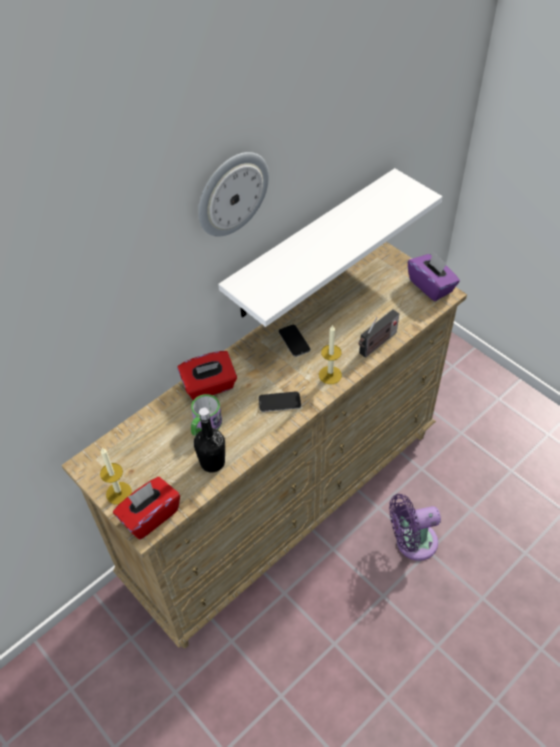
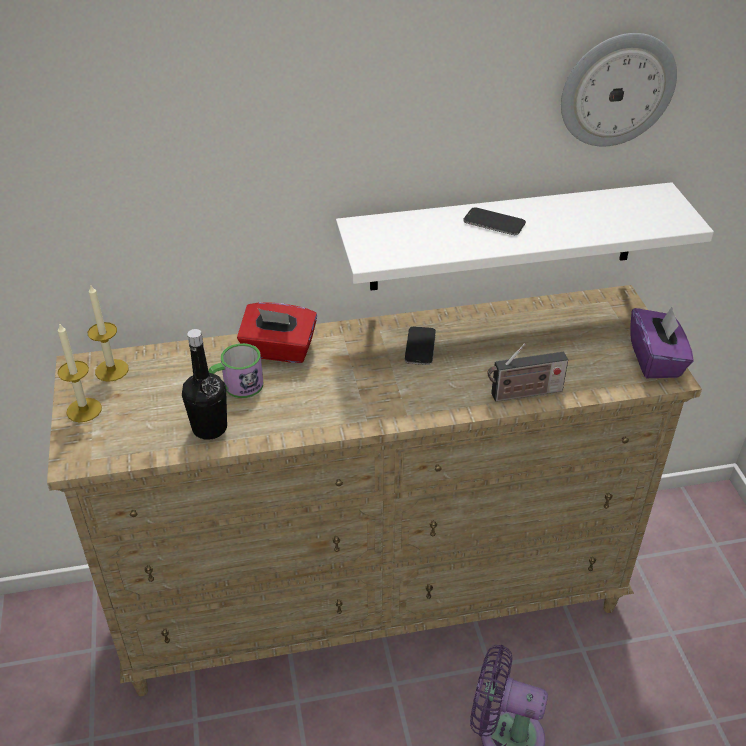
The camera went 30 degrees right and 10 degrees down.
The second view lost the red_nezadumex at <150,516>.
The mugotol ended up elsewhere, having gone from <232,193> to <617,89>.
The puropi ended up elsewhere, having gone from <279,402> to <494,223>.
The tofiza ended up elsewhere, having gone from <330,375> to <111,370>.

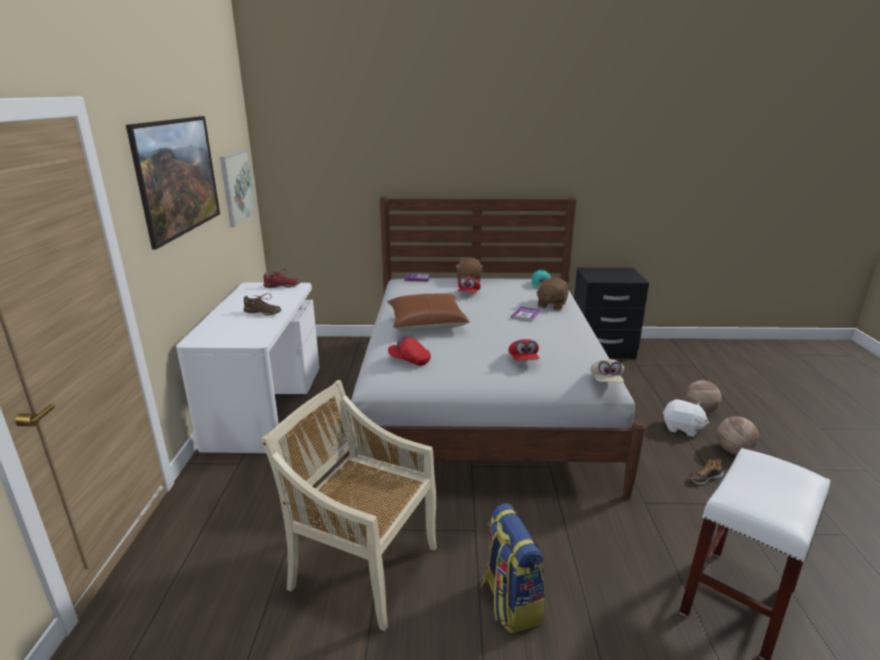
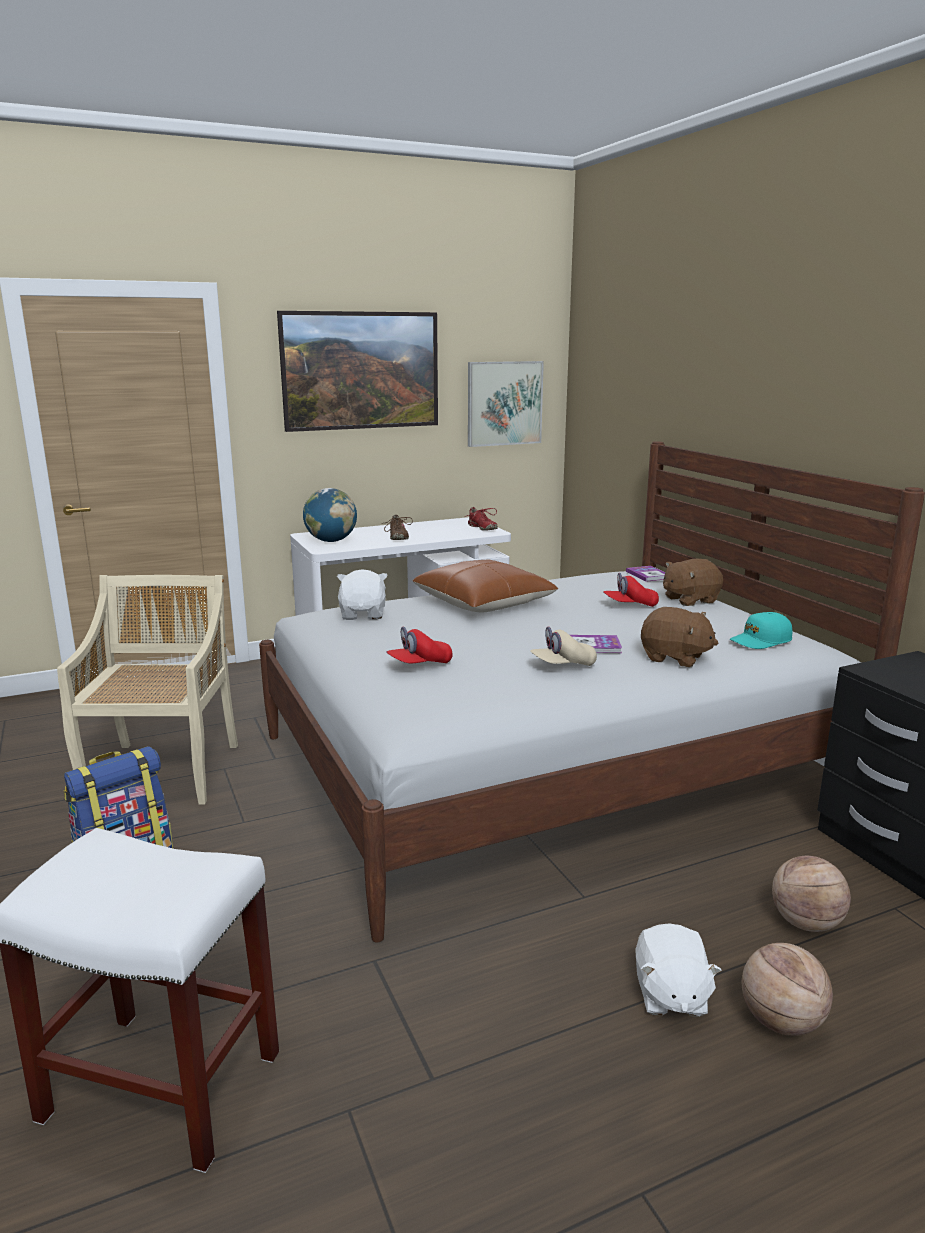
The camera went 65 degrees right and 5 degrees down.
The second view lost the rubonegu at <704,478>.
The second view gained the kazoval at <331,541>.
The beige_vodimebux ended up elsewhere, having gone from <606,381> to <563,665>.
The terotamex ended up elsewhere, having gone from <733,450> to <805,923>.
Where the red_vodimebux stood at <409,360>, the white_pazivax came to stand at <363,614>.
The brown_pazivax at <551,305> ended up facing another way, 150 degrees counterclockwise from before.

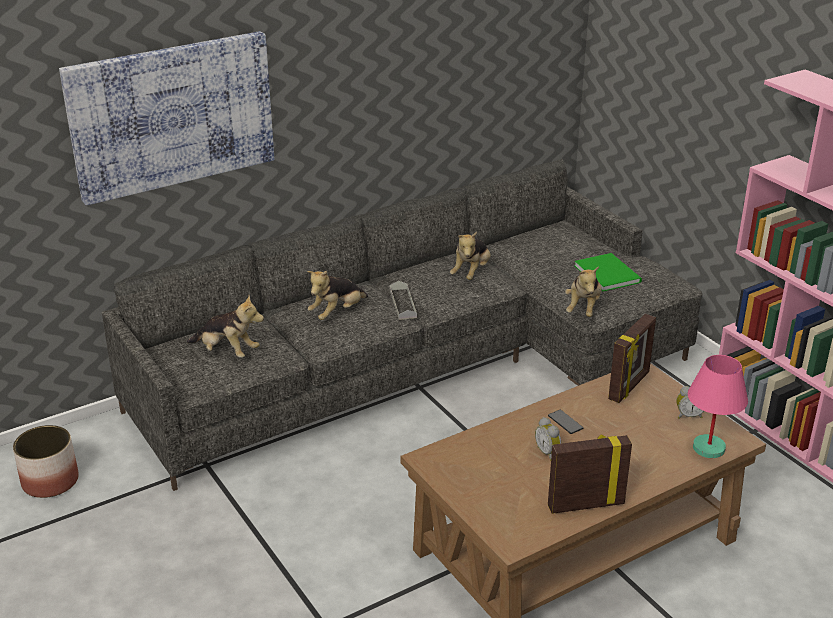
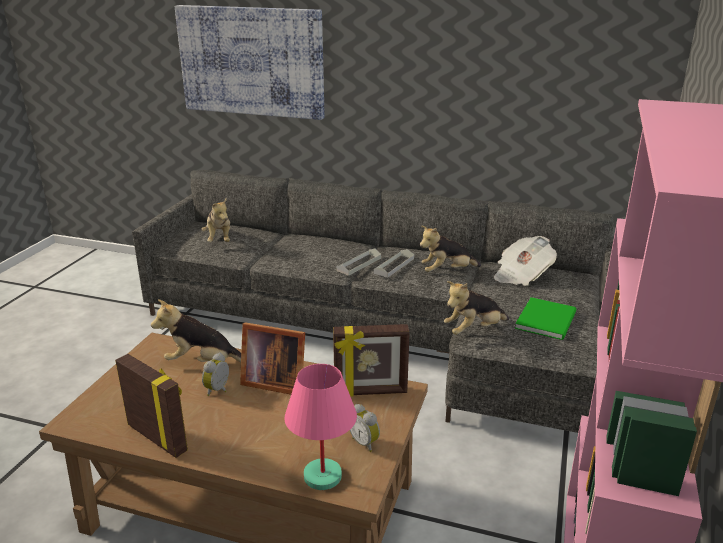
The camera went 50 degrees right and 5 degrees down.
The second view lost the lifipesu at <50,481>.
The second view gained the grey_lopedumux at <394,266>.
The second view gained the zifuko at <521,275>.
The pazivax ended up elsewhere, having gone from <337,313> to <203,363>.
Where the puropi stood at <565,422>, the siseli came to stand at <273,381>.

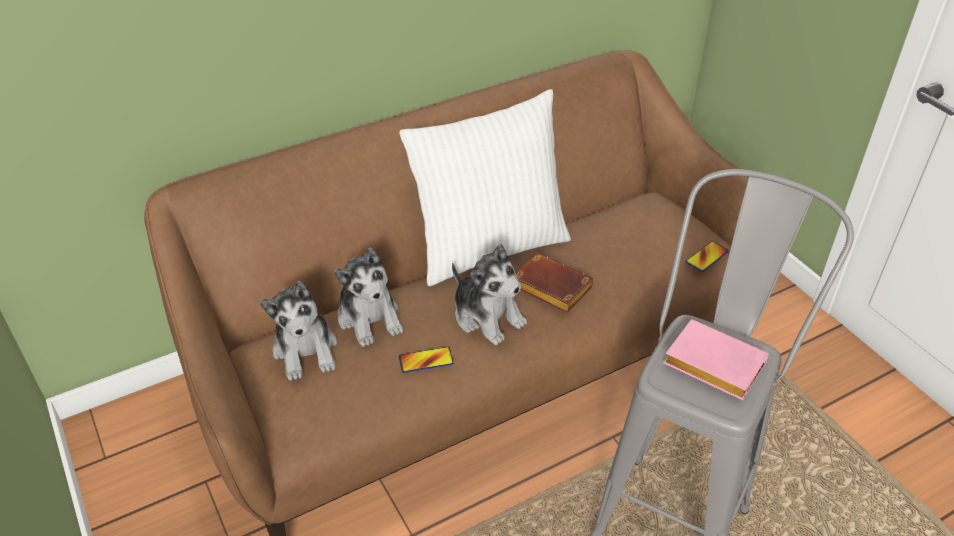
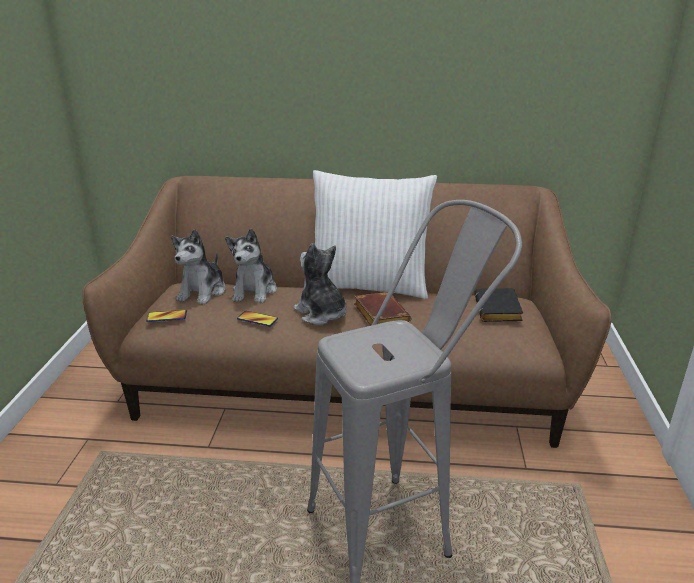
The camera went 35 degrees right and 15 degrees down.
The second view lost the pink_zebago at <710,365>.
The second view gained the black_zebago at <499,311>.
The puropi ended up elsewhere, having gone from <707,257> to <167,316>.
The pazivax at <487,316> ended up facing another way, 150 degrees clockwise from before.

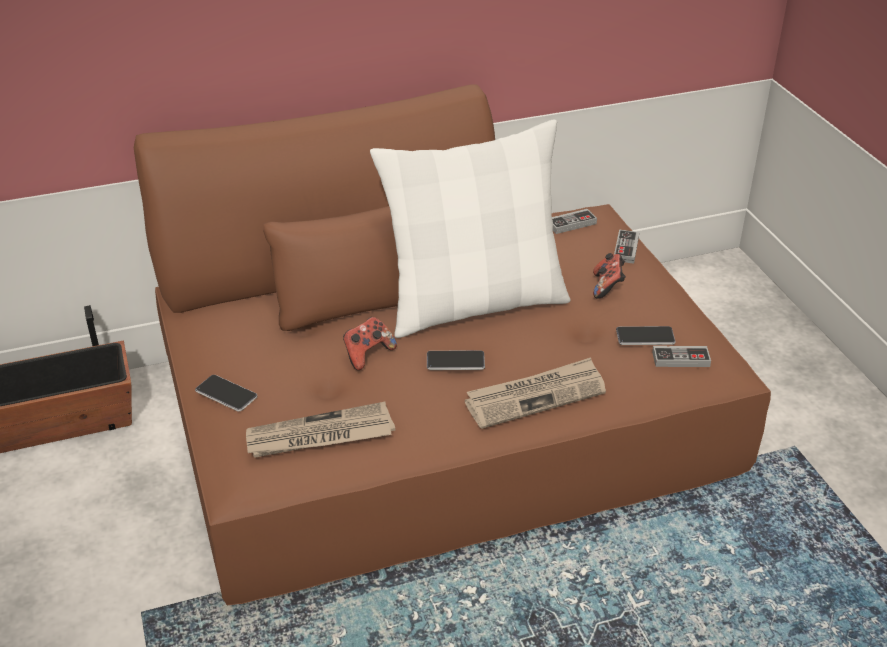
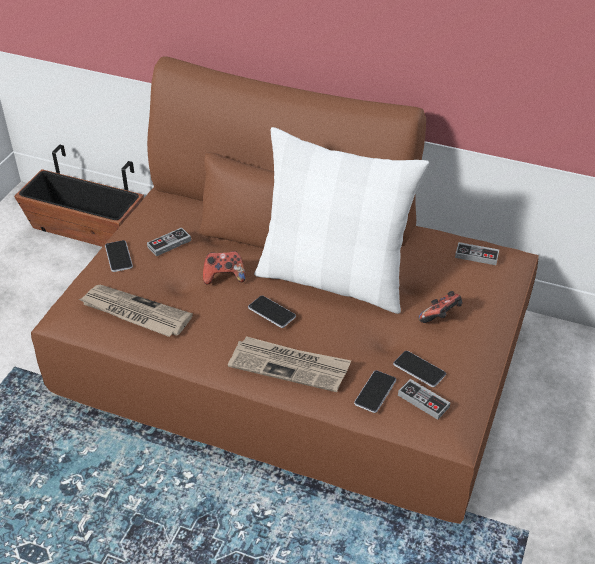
The camera went 40 degrees right and 5 degrees up.
The second view gained the puropi at <375,392>.
The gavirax ended up elsewhere, having gone from <626,249> to <169,244>.

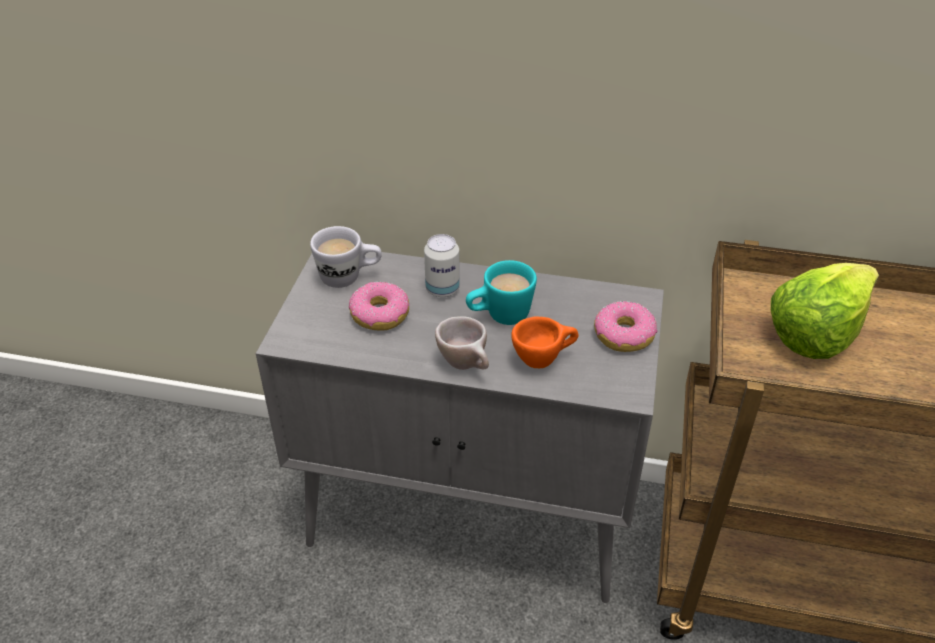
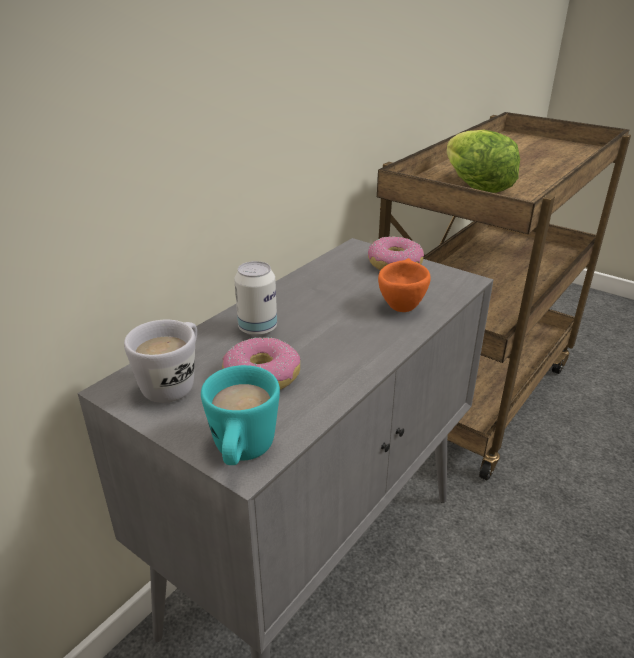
The camera went 65 degrees left and 10 degrees down.
The second view lost the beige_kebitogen at <467,365>.
The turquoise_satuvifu ended up elsewhere, having gone from <499,316> to <242,454>.

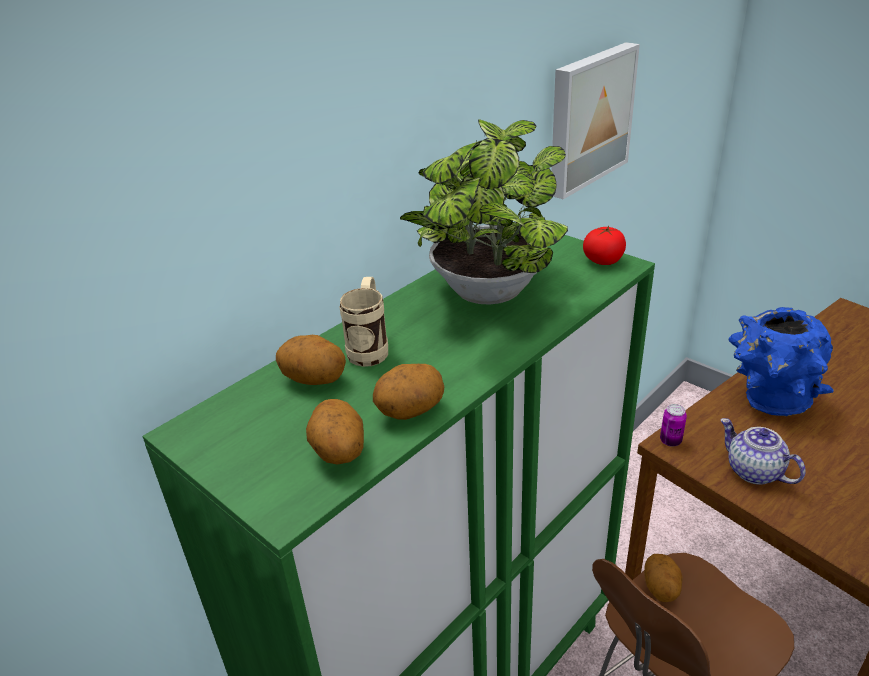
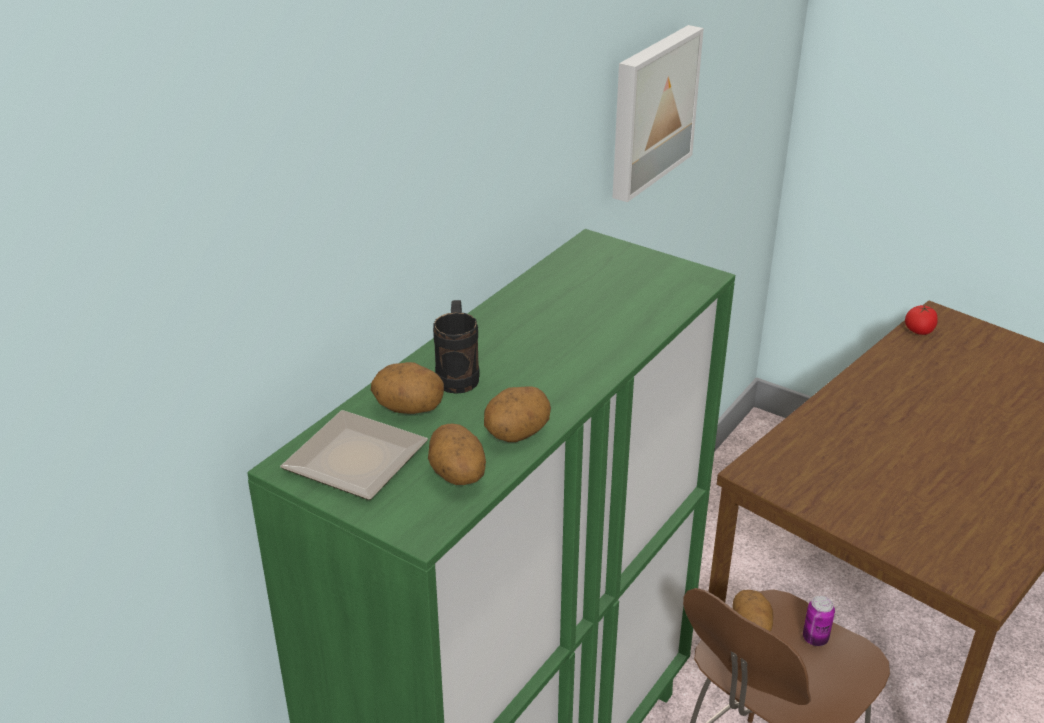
The camera went 10 degrees left and 0 degrees up.
The second view lost the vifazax at <486,296>.
The second view lost the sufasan at <753,471>.
The second view lost the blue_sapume at <768,402>.
The second view gained the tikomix at <357,463>.
The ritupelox ended up elsewhere, having gone from <603,261> to <919,331>.
The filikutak ended up elsewhere, having gone from <670,441> to <815,638>.
What was the beige_satuvifu at <370,348> turned into the black_satuvifu at <458,374>.

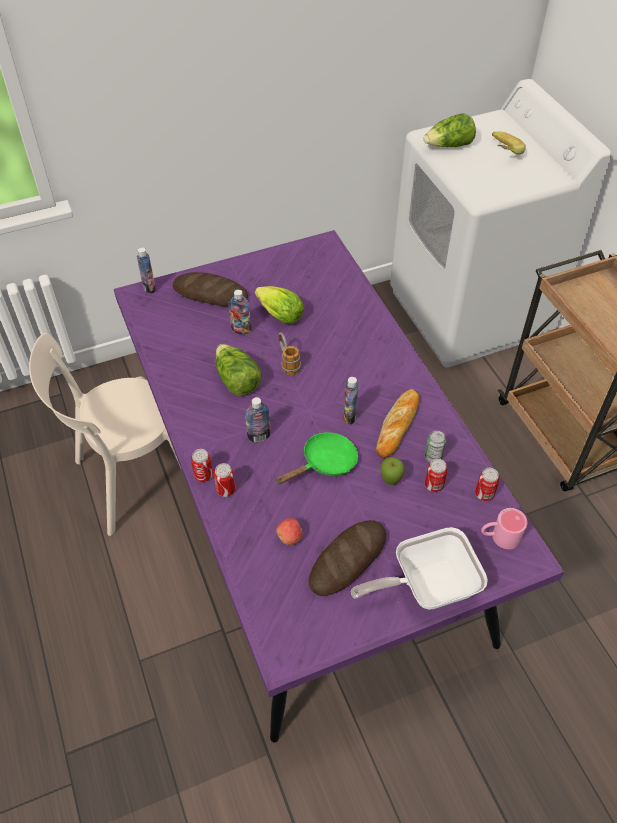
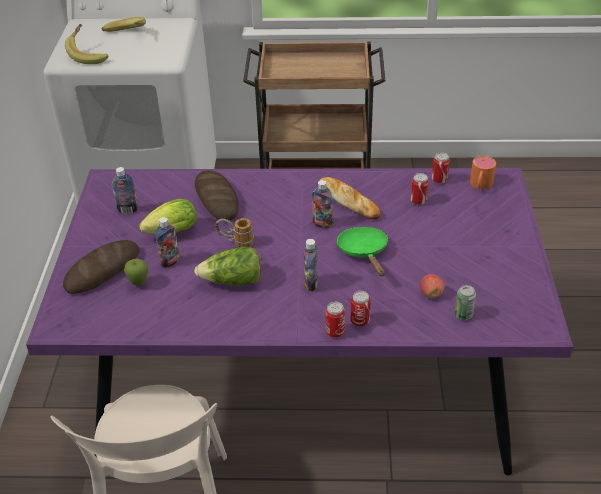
The camera went 65 degrees left and 10 degrees down.
The second view lost the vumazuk at <426,586>.
The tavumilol ended up elsewhere, having gone from <149,287> to <128,210>.
The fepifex ended up elsewhere, having gone from <347,560> to <217,199>.
The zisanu ended up elsewhere, having gone from <390,481> to <139,284>.
The filikutak ended up elsewhere, having gone from <433,457> to <463,315>.
Where the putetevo stood at <449,146>, the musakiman came to stand at <89,55>.
What was the pink_satuvifu at <499,537> turned into the orange_satuvifu at <480,185>.

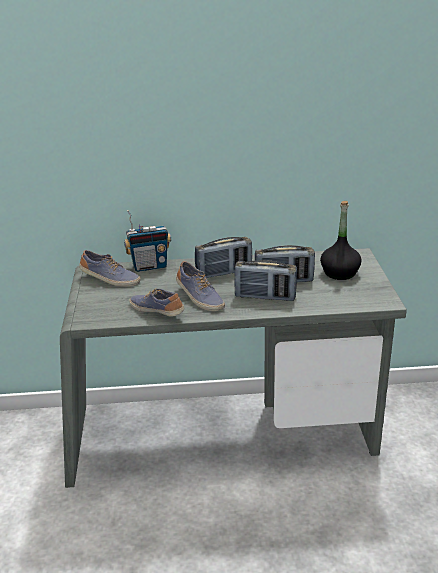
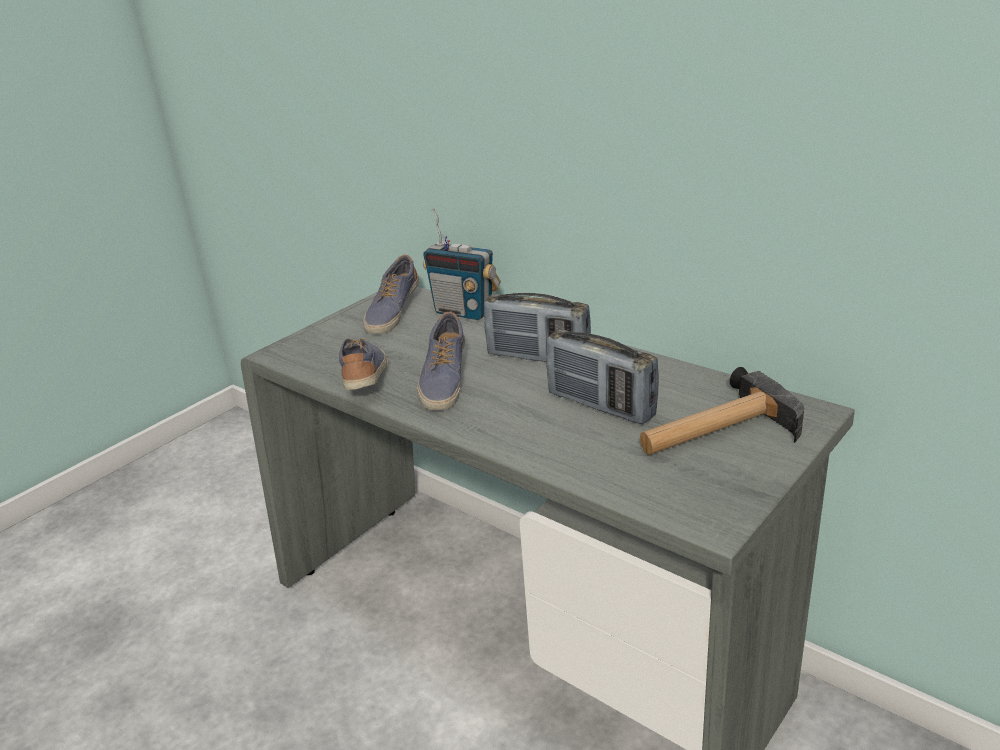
The camera went 45 degrees right and 0 degrees up.
The second view lost the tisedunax at <265,297>.
Where the black_tavumilol stood at <339,273>, the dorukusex came to stand at <716,431>.
The rubonegu at <110,280> ended up facing another way, 45 degrees clockwise from before.

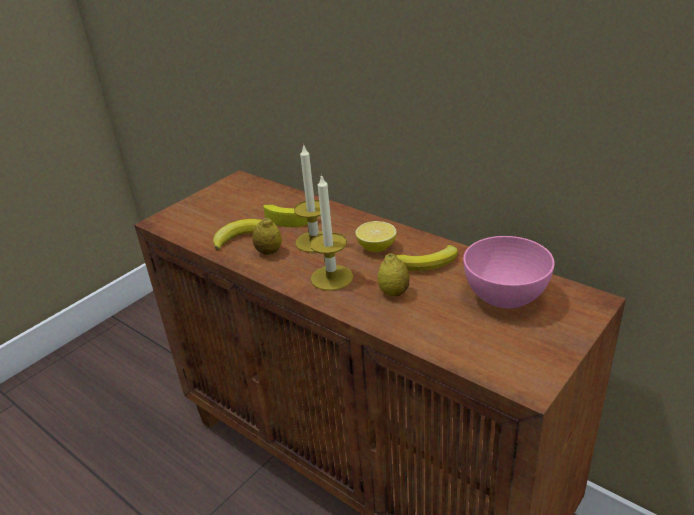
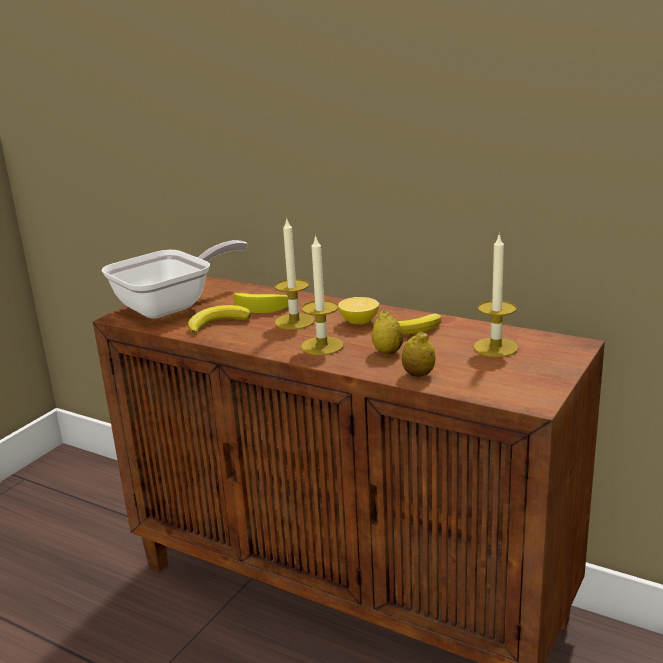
The camera went 10 degrees left and 10 degrees down.
The second view gained the vumazuk at <172,305>.
The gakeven ended up elsewhere, having gone from <269,252> to <418,374>.
Where the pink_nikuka stood at <505,297>, the tofiza came to stand at <495,347>.

